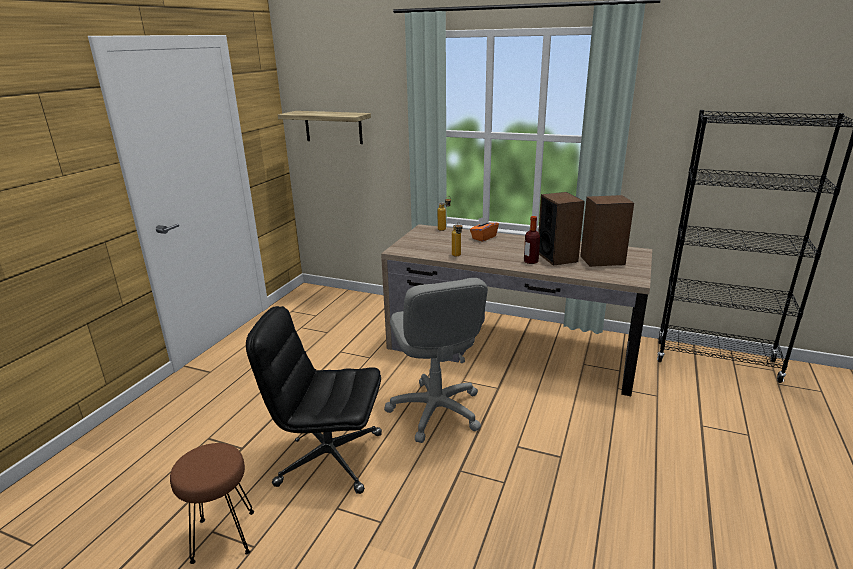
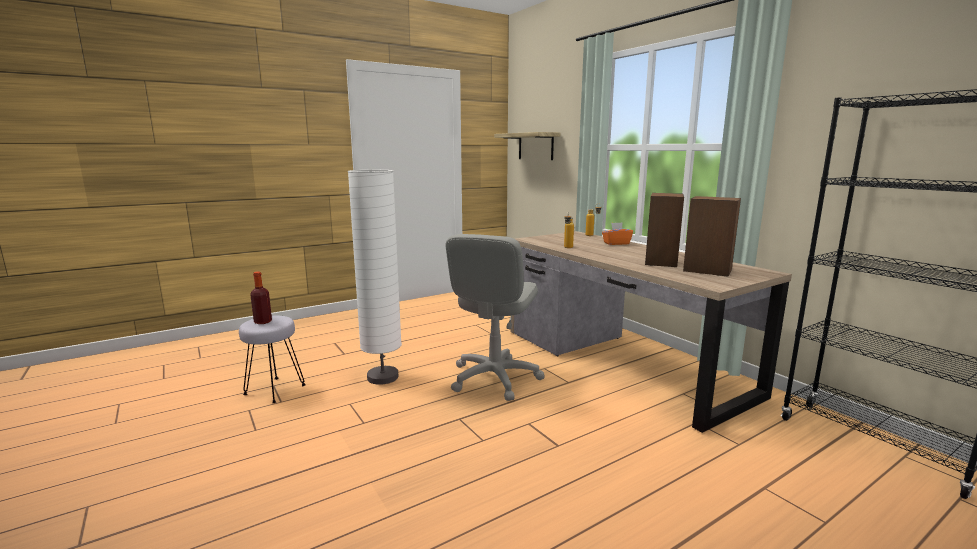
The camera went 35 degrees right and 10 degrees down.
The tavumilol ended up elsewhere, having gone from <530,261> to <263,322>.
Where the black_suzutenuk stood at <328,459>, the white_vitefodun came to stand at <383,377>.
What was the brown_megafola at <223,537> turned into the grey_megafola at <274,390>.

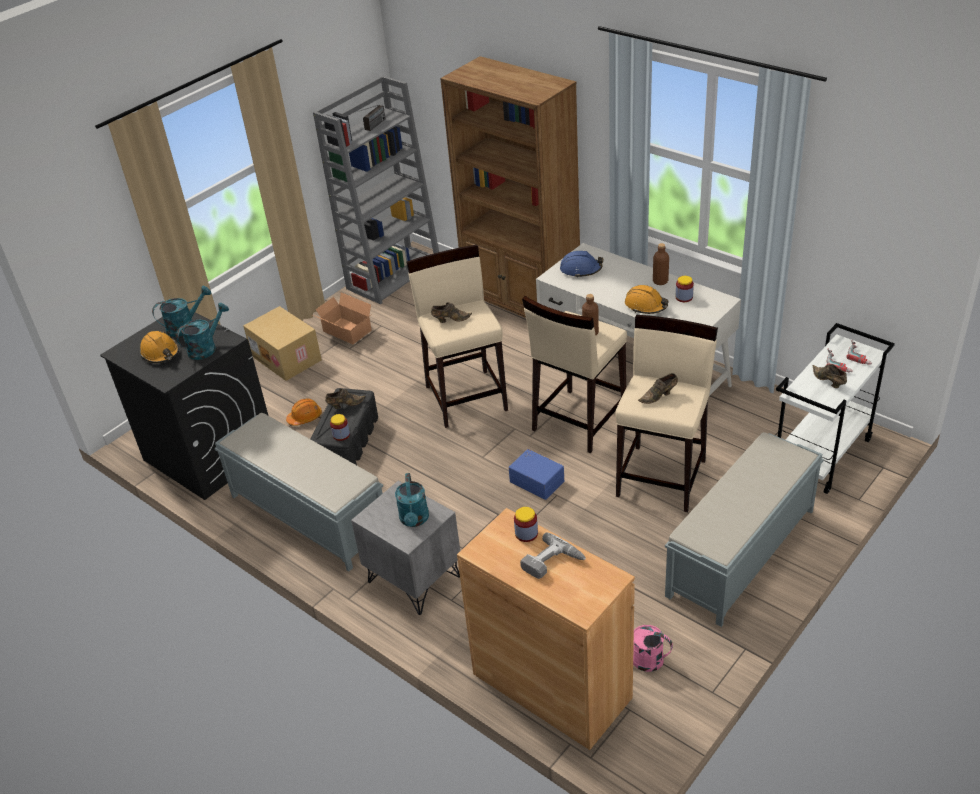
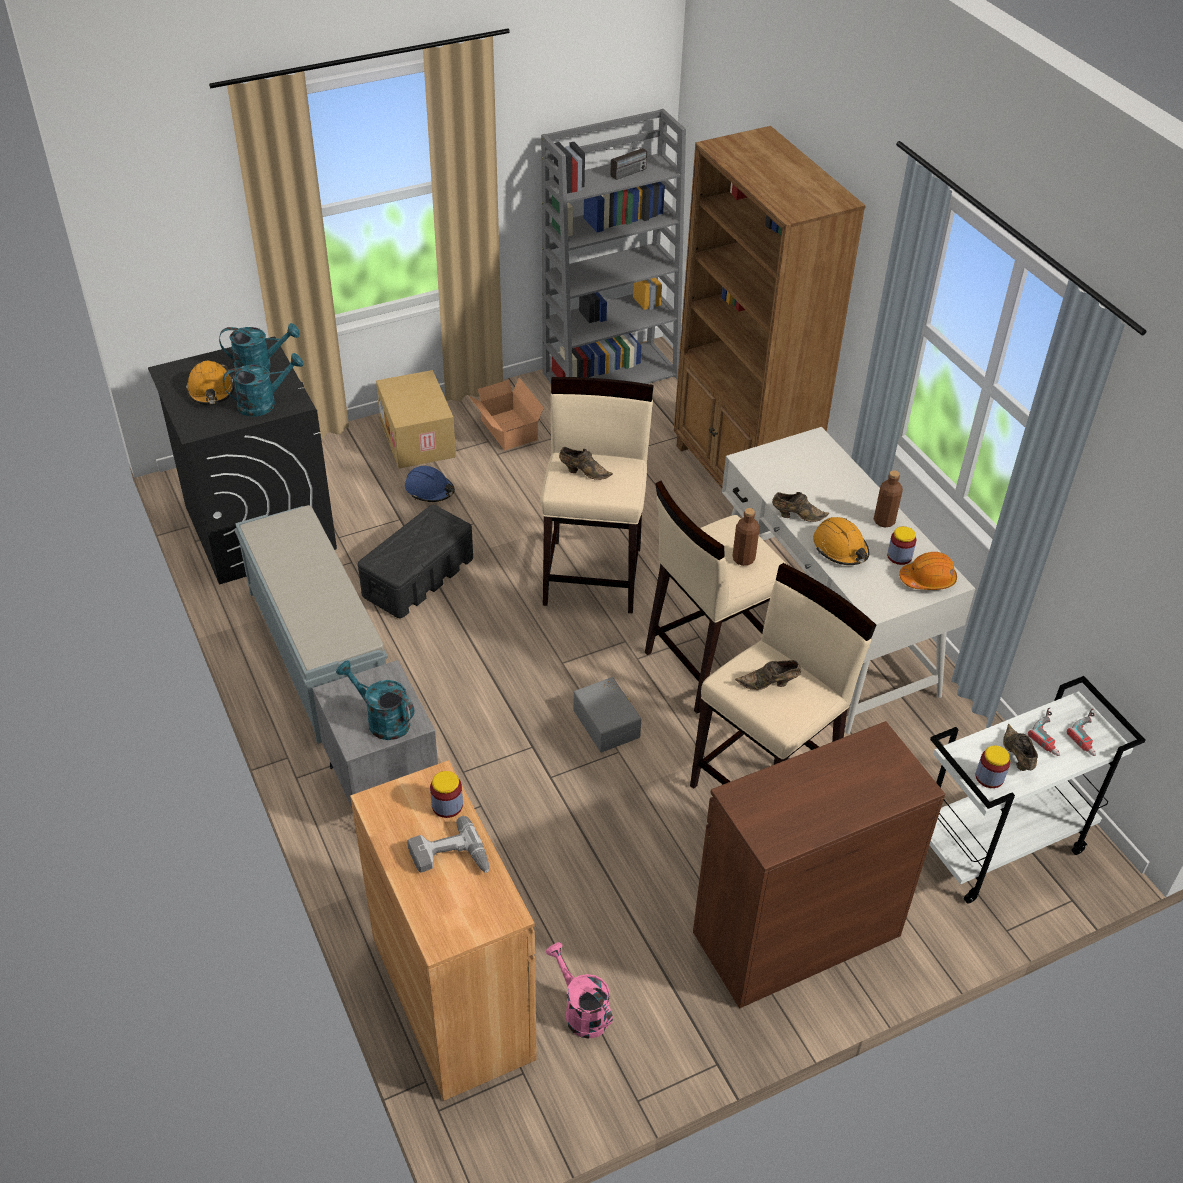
The camera went 20 degrees right and 5 degrees up.
The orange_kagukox ended up elsewhere, having gone from <305,417> to <927,580>.
The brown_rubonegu ended up elsewhere, having gone from <345,405> to <796,516>.
The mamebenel ended up elsewhere, having gone from <341,435> to <989,777>.
The blue_kagukox ended up elsewhere, having gone from <581,270> to <429,490>.
Where the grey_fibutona stood at <740,553>, the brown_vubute came to stand at <796,934>.
What was the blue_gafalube at <537,480> turned into the grey_gafalube at <608,722>.
The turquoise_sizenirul at <414,520> ended up facing another way, 105 degrees clockwise from before.

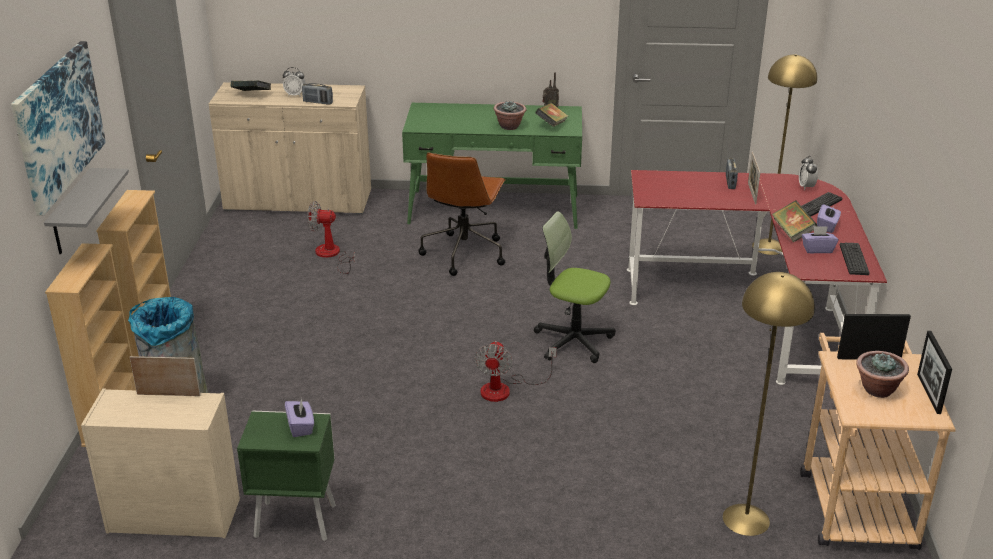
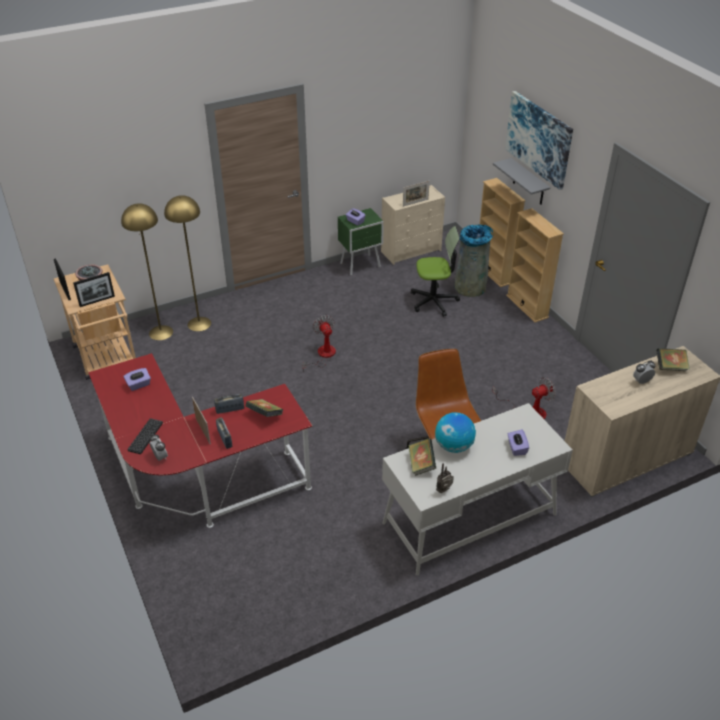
The camera went 150 degrees right and 10 degrees up.
The second view lost the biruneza at <854,259>.
The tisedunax ended up elsewhere, having gone from <318,102> to <230,410>.
The suzutenuk ended up elsewhere, having gone from <573,341> to <434,301>.
The yellow_vitefodun ended up elsewhere, having gone from <769,246> to <199,323>.
The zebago ended up elsewhere, having gone from <792,232> to <265,415>.
The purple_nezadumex ended up elsewhere, having gone from <827,226> to <516,448>.
Where the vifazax stood at <509,126>, the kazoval came to stand at <453,446>.
What was the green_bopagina at <494,209> turned into the white_bopagina at <469,518>.

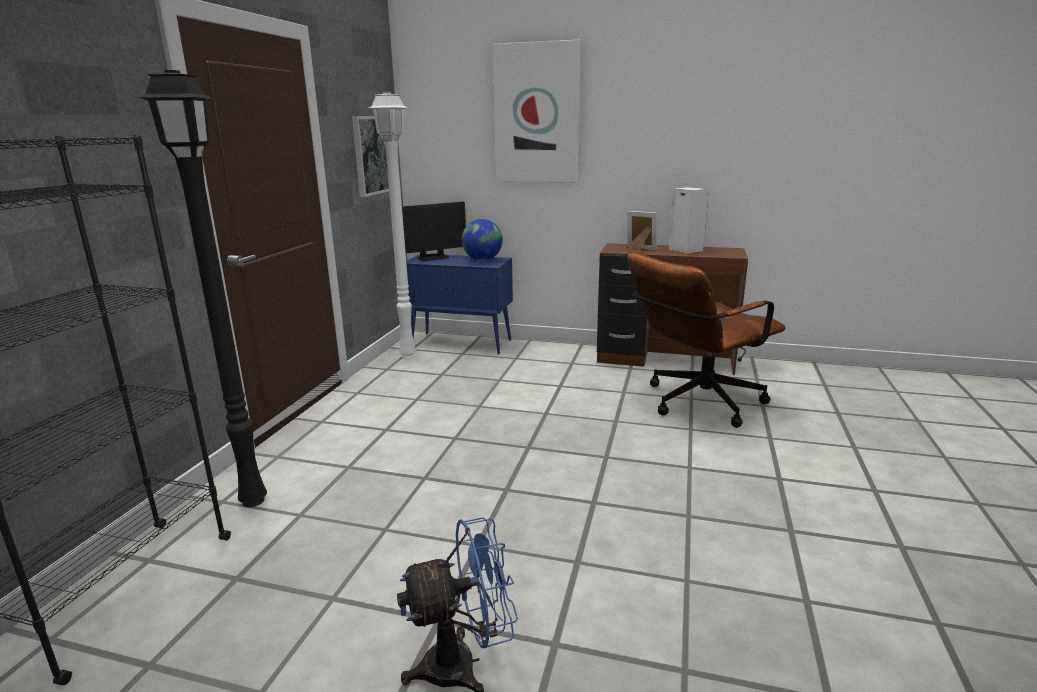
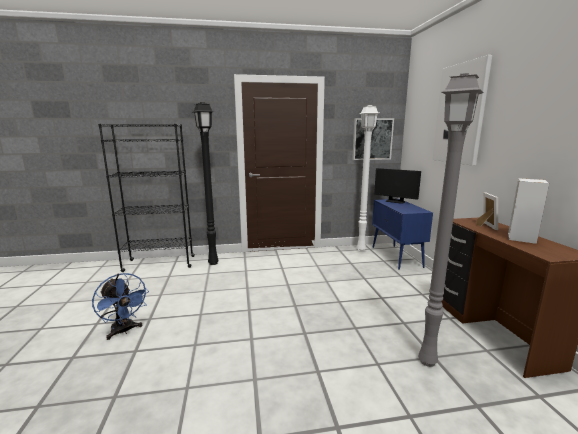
The camera went 65 degrees right and 5 degrees down.
The second view lost the kazoval at <482,260>.
Where the brown_suzutenuk stood at <695,403>, the grey_vitefodun came to stand at <426,360>.

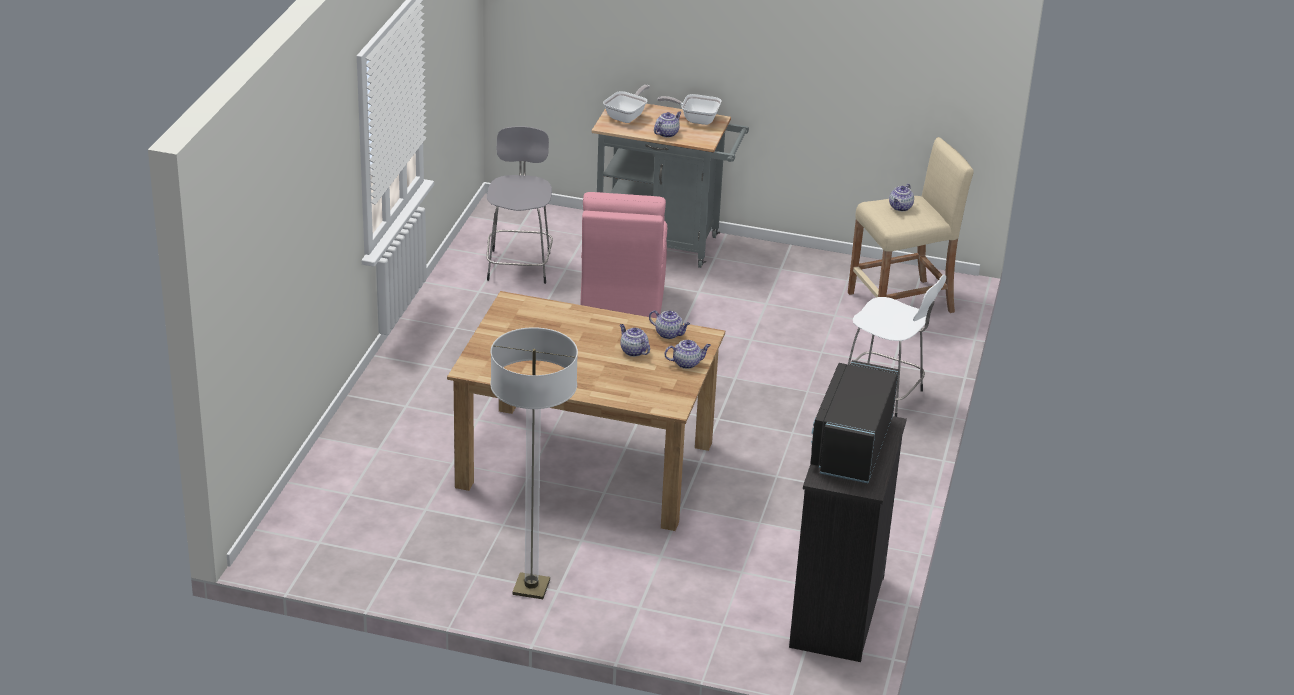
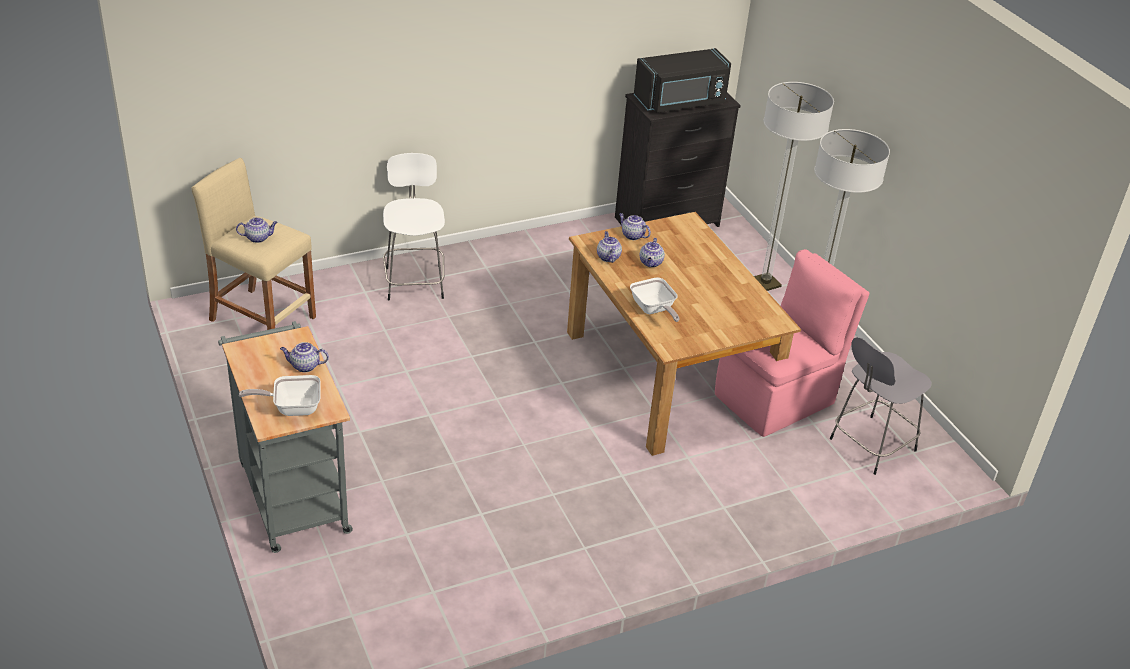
The camera went 130 degrees left and 5 degrees up.
The second view gained the vitefodun at <765,283>.
The grey_megafola ended up elsewhere, having gone from <519,265> to <870,446>.
The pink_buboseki ended up elsewhere, having gone from <621,309> to <777,398>.
The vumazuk ended up elsewhere, having gone from <695,119> to <653,310>.

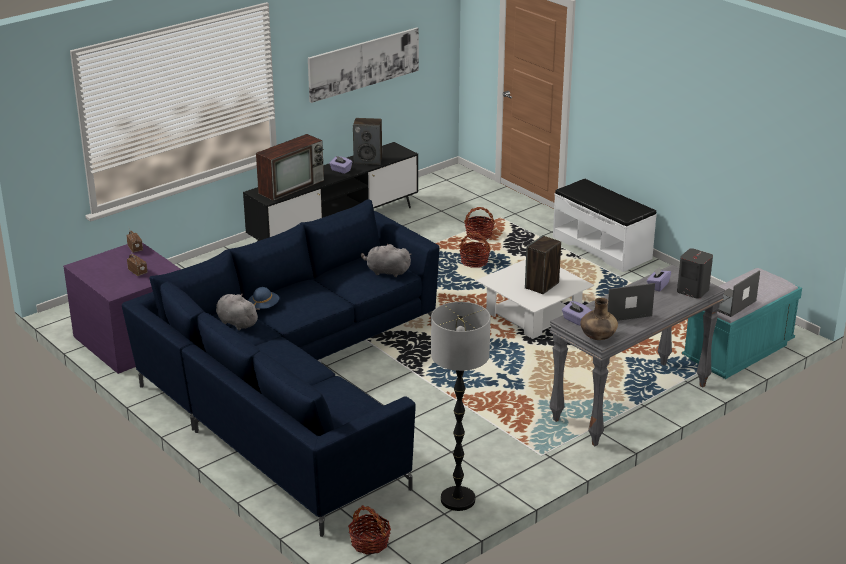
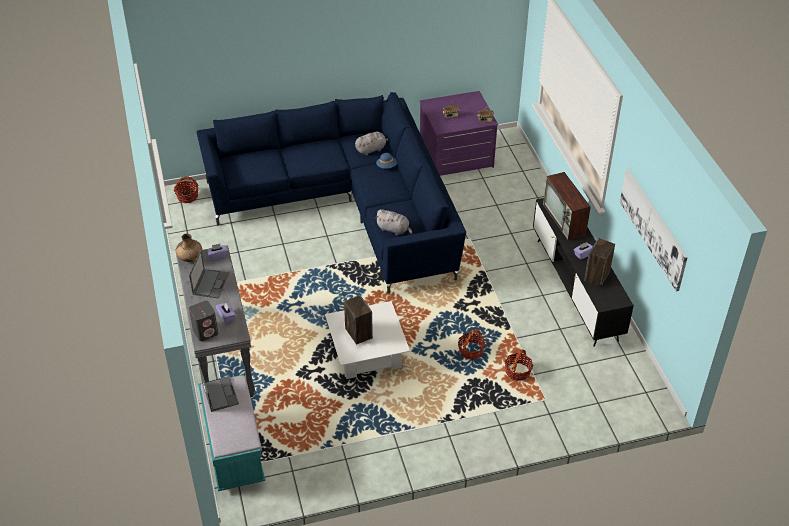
The camera went 115 degrees right and 15 degrees up.
The second view lost the vitefodun at <457,500>.
The second view lost the white_fibutona at <602,247>.
The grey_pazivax at <386,272> ended up facing another way, 75 degrees clockwise from before.

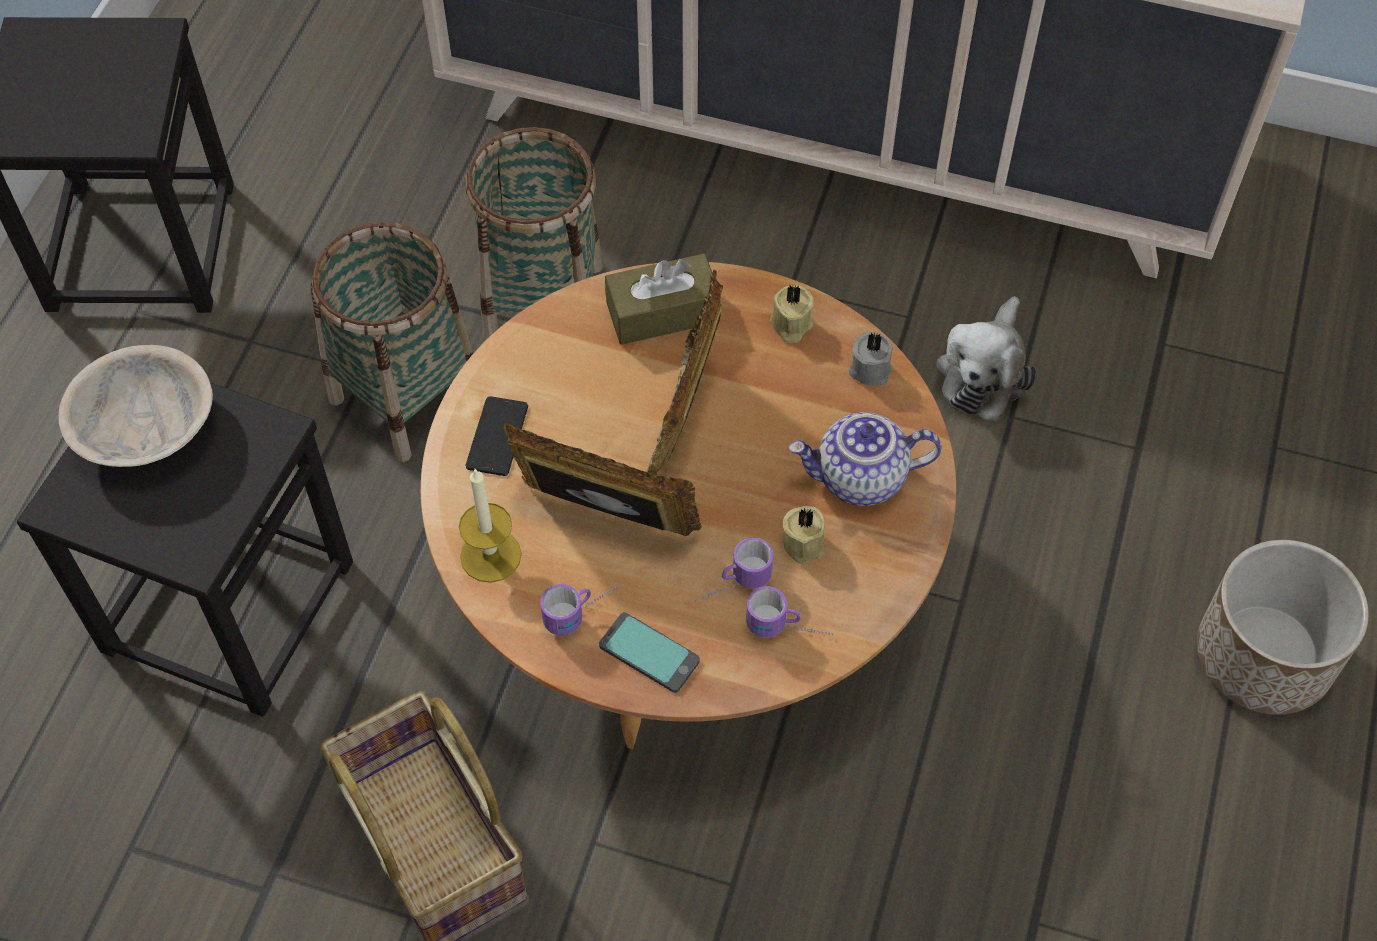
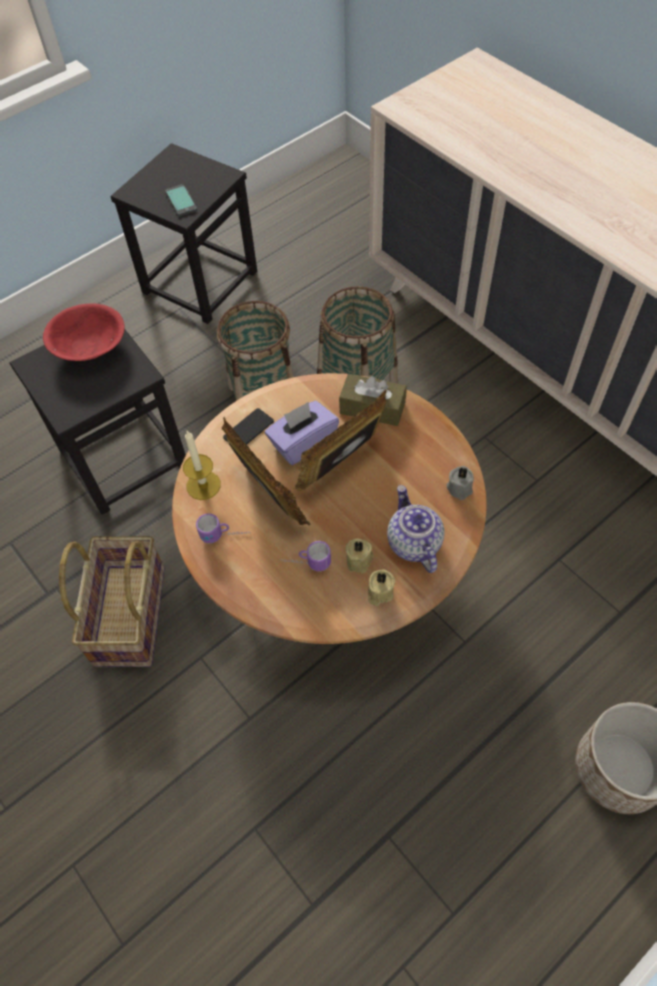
The camera went 35 degrees right and 0 degrees up.
The second view lost the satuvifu at <789,630>.
The second view lost the pazivax at <984,372>.
The second view gained the purple_nezadumex at <302,443>.
The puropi ended up elsewhere, having gone from <649,653> to <181,201>.
The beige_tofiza ended up elsewhere, having gone from <790,325> to <379,592>.
What was the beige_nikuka at <145,429> turned into the red_nikuka at <89,347>.
The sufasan at <860,479> ended up facing another way, 45 degrees clockwise from before.

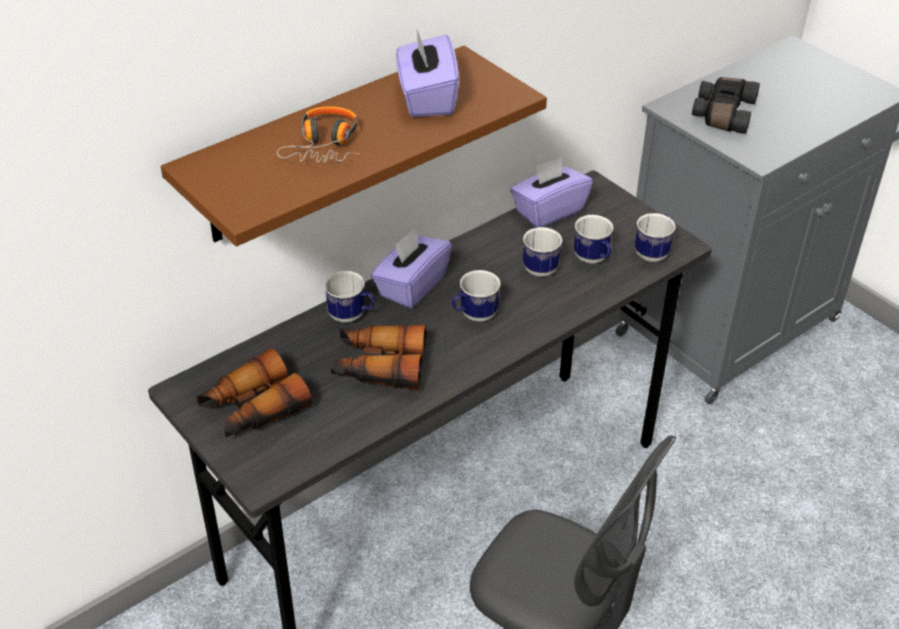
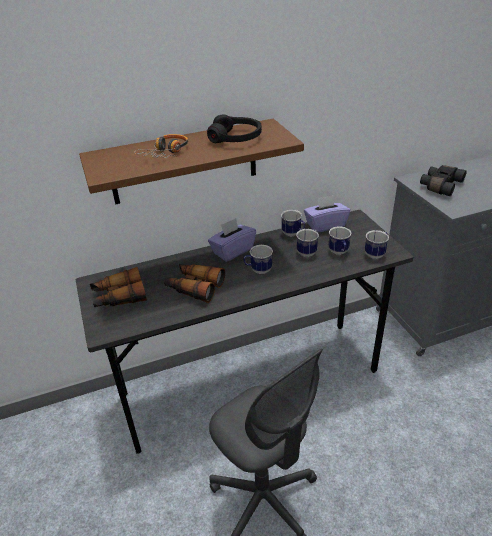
The camera went 20 degrees right and 5 degrees down.
The satuvifu ended up elsewhere, having gone from <351,316> to <293,234>.
Where the purple_nezadumex stood at <426,98>, the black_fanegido came to stand at <235,138>.

